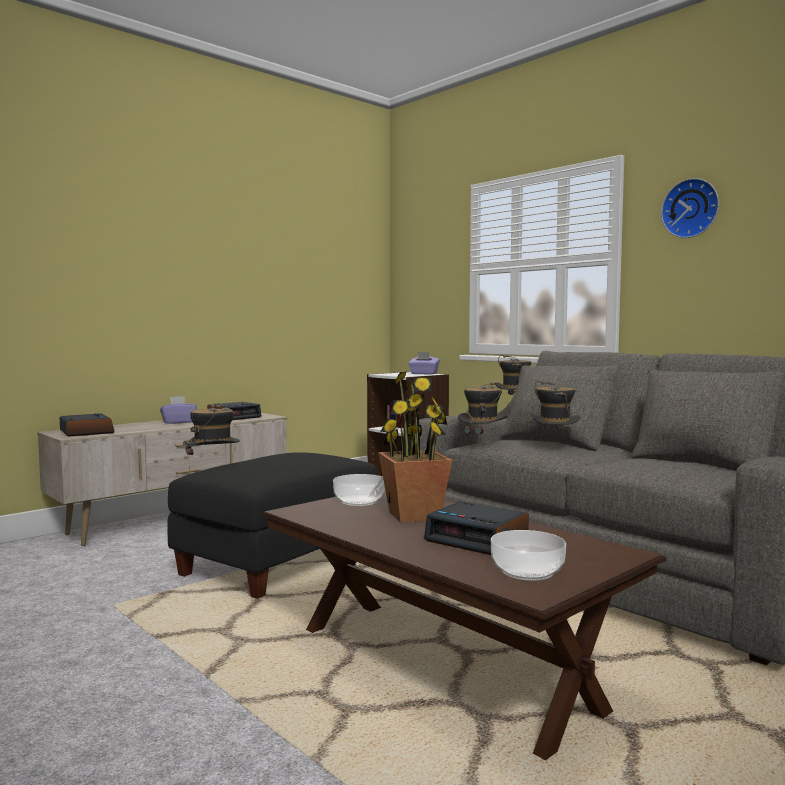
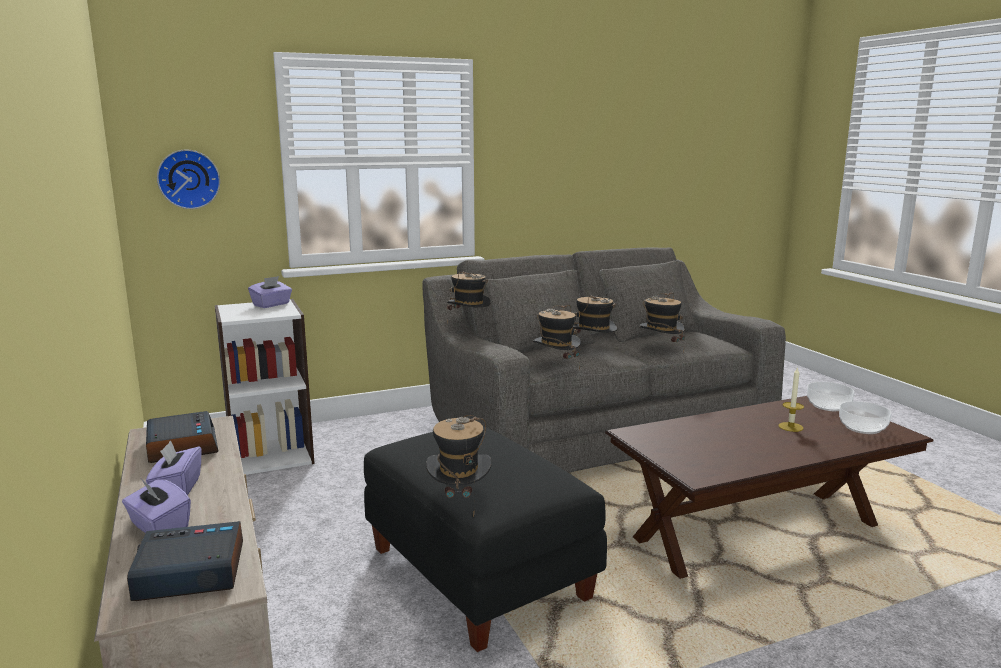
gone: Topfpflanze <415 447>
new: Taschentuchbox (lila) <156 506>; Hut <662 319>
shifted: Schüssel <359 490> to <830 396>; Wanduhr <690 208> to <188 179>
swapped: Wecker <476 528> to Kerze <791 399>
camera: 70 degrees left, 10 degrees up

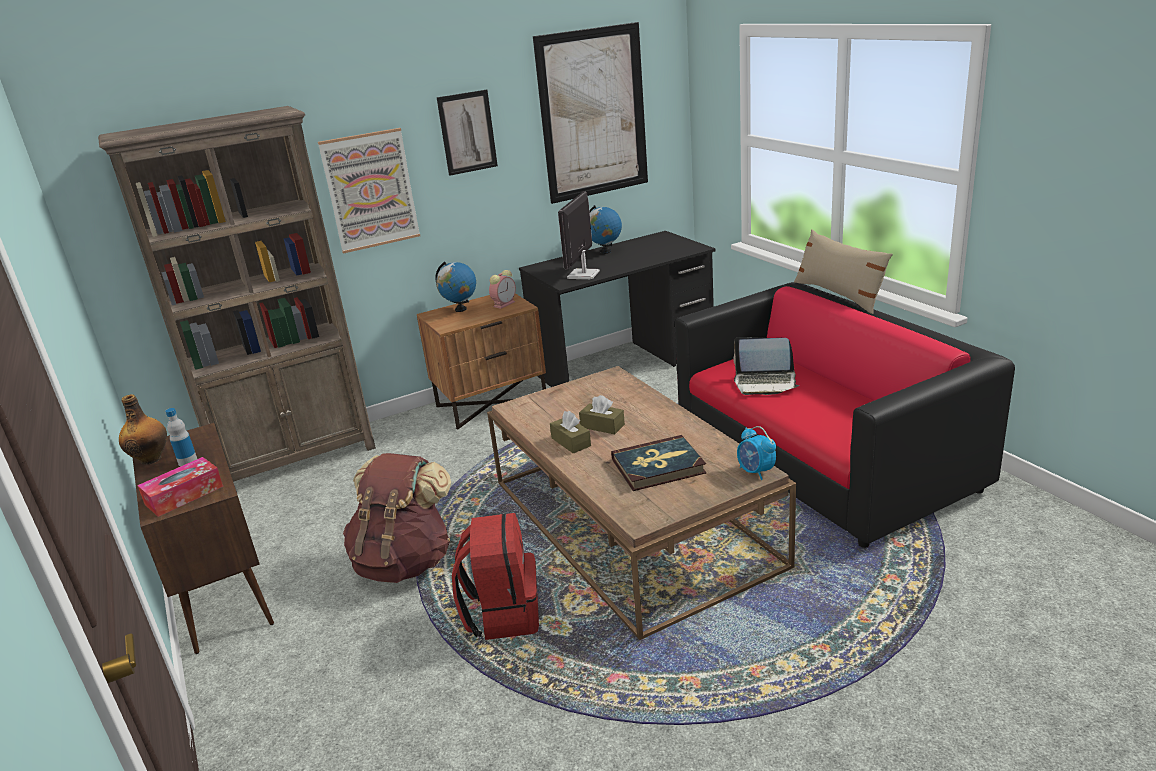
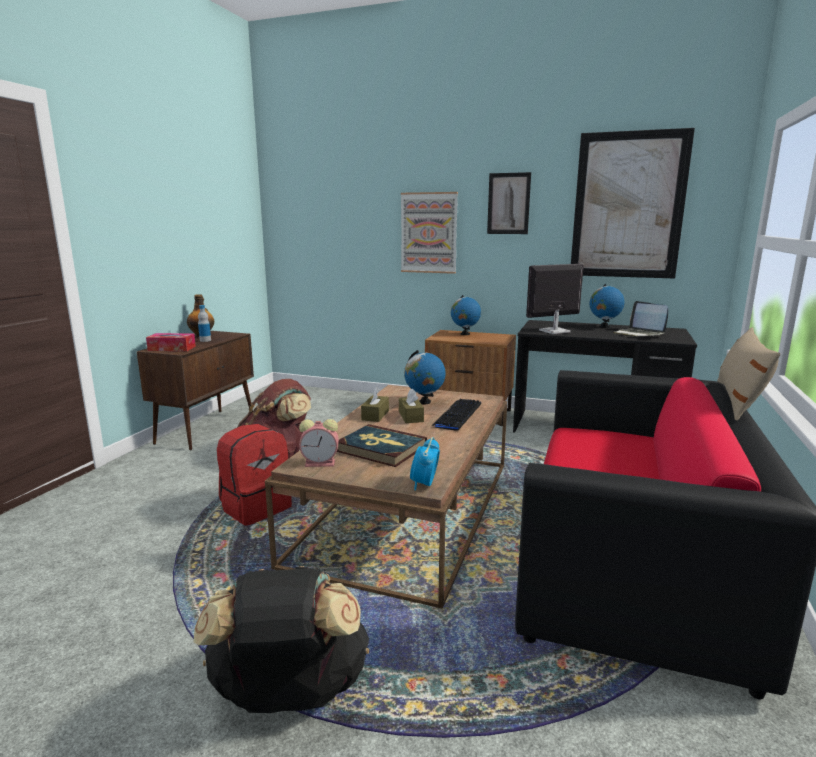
gone: Bücherregal (braun) <237 294>
new: Rucksack (schwarz) <281 639>; Globus <425 377>; Tastatur <456 415>
shifted: Wecker <502 289> to <319 443>; Laptop <766 366> to <640 319>
camera: 45 degrees right, 10 degrees down

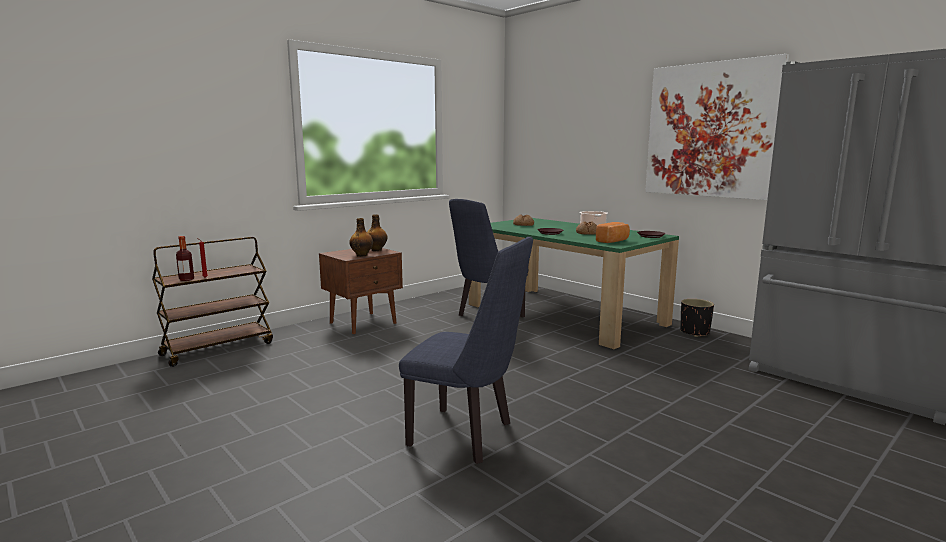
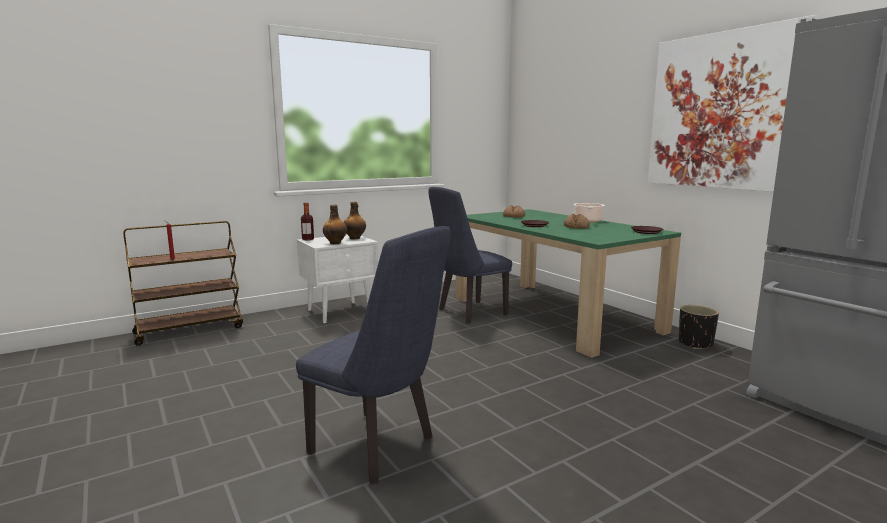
gone: Brot <613 232>
shifted: Flasche <185 258> to <307 222>
repainted: Nachttisch (braun) <361 291> to Nachttisch (weiß) <337 279>
camera: 10 degrees right, 0 degrees up

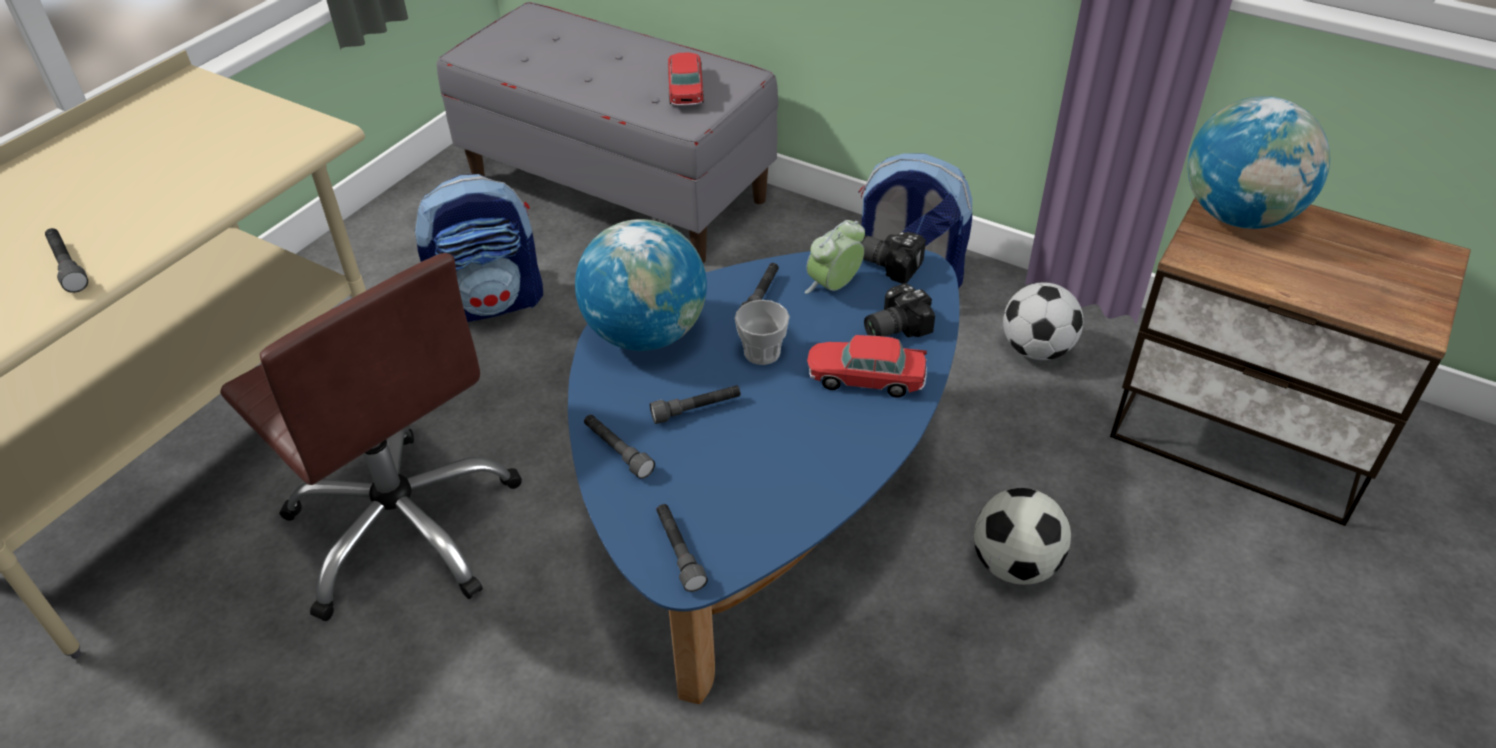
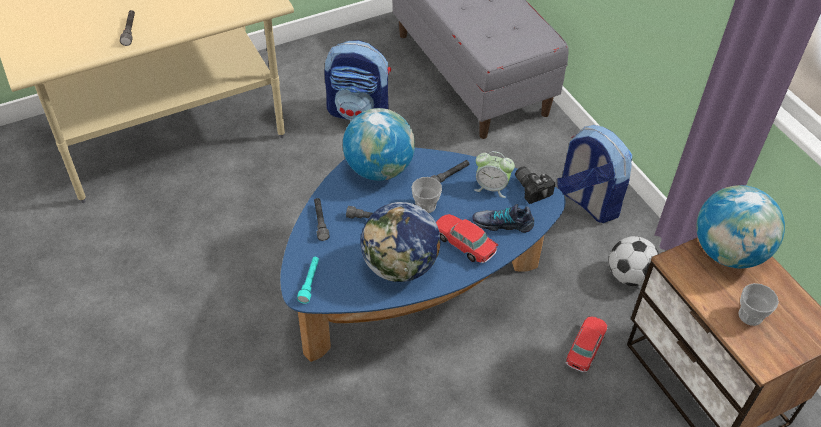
gone: Bürostuhl (braun) <371 437>; Fußball <1022 536>
new: Globus <400 242>; Tasse <759 304>
shifted: Spielzeugauto <686 78> to <586 344>
swapped: Kamera <899 310> to Schuh <503 218>
repainted: Taschenlampe (grau) <682 548> to Taschenlampe (türkis) <308 280>
rotated: Wecker <835 257> = <494 174> 150 degrees counterclockwise
camera: 30 degrees right, 5 degrees up

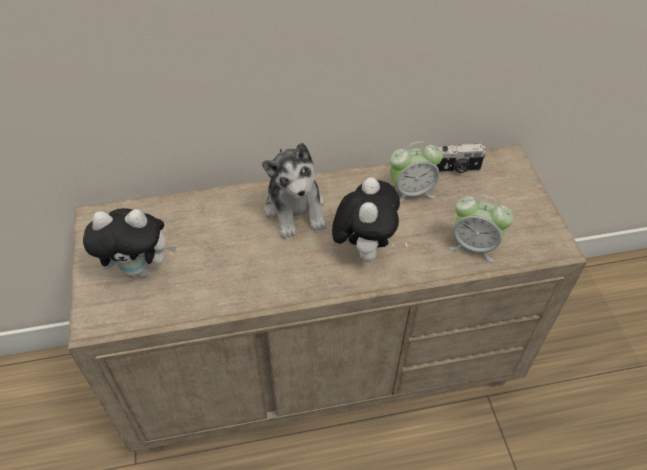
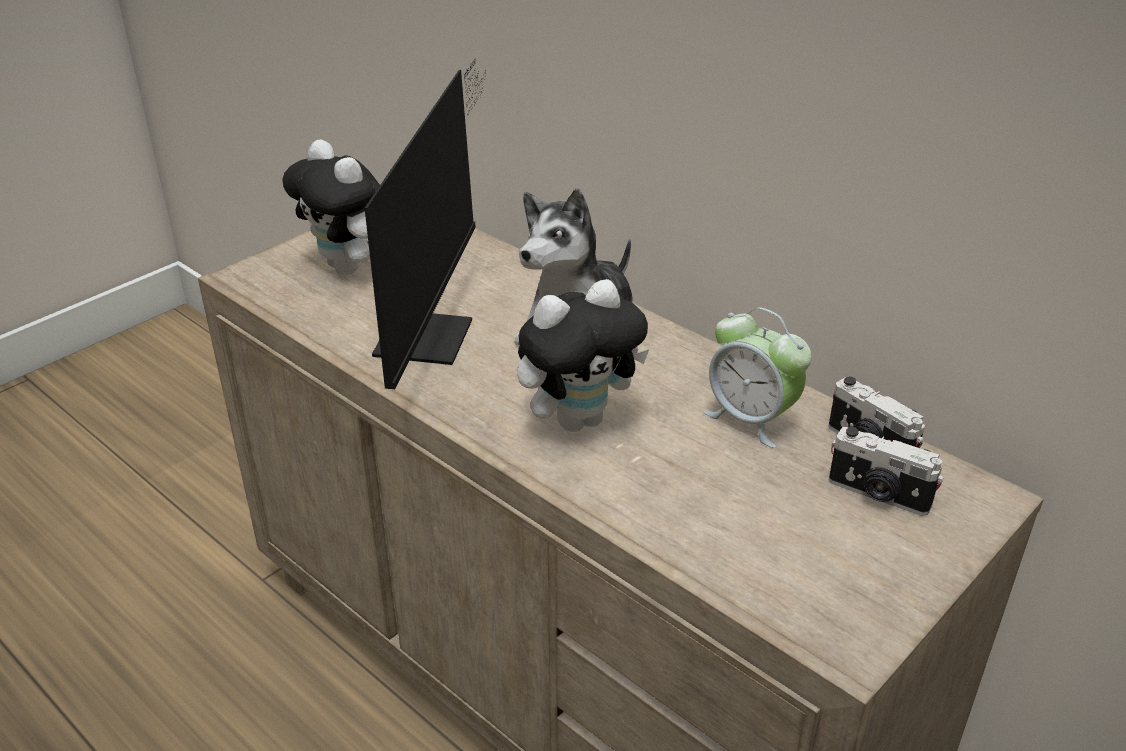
gone: Wecker <480 228>
new: Monitor <425 224>; Kamera <886 471>
camera: 55 degrees right, 15 degrees down

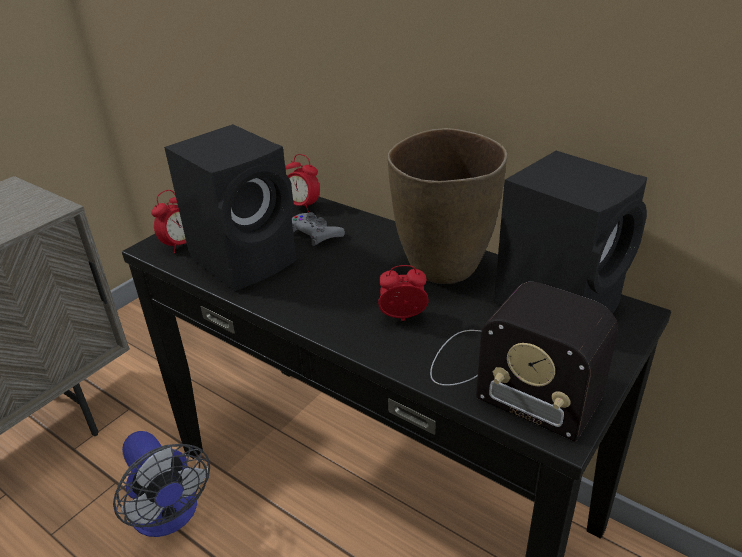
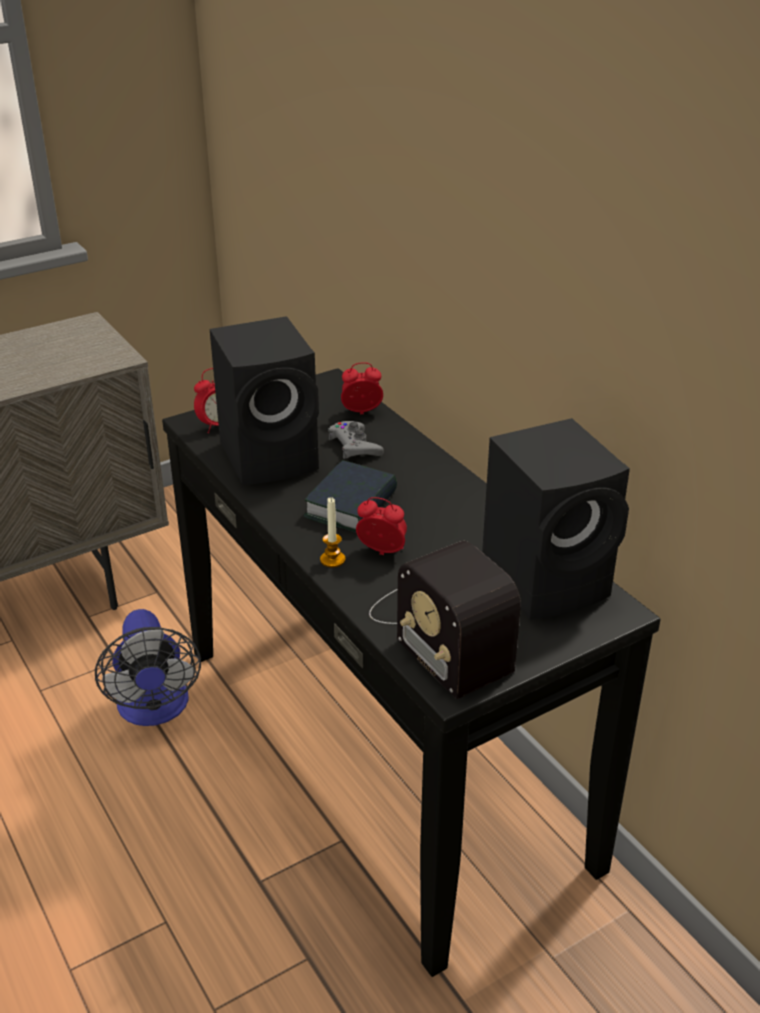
gone: Vase (braun) <447 206>
new: Buch <350 496>; Kerze <333 532>
rotated: Wecker <303 183> = <362 388> 120 degrees clockwise
camera: 20 degrees right, 0 degrees up

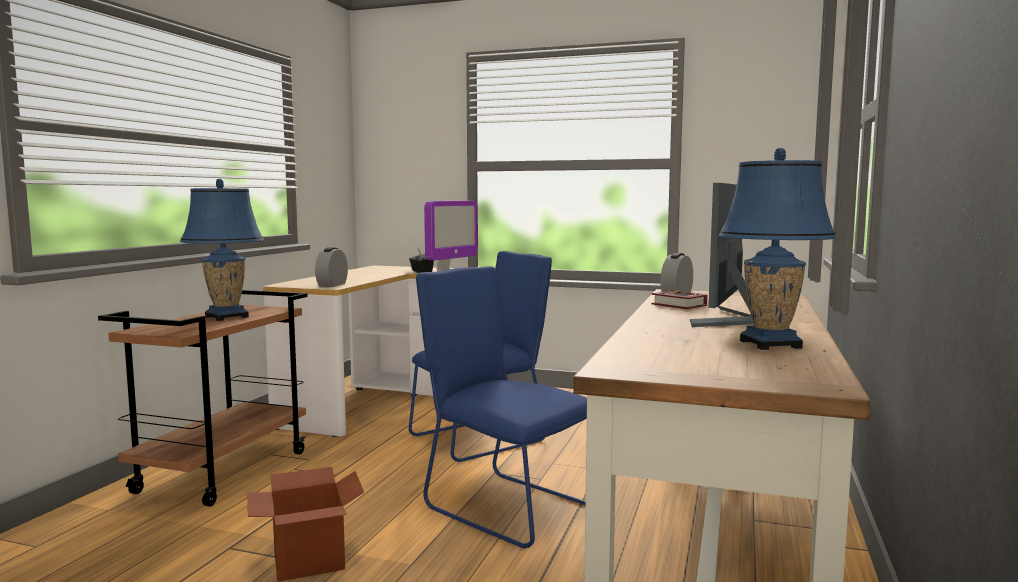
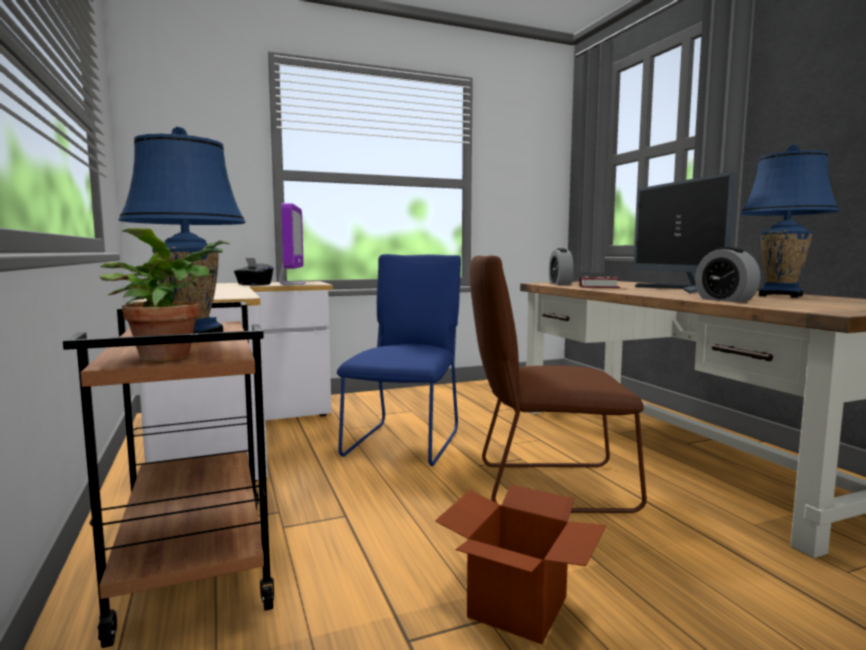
new: Topfpflanze <164 295>
shifted: Wecker <331 267> to <727 274>
repainted: Stuhl (blau) <501 407> to Stuhl (braun) <558 384>
camera: 40 degrees left, 0 degrees up

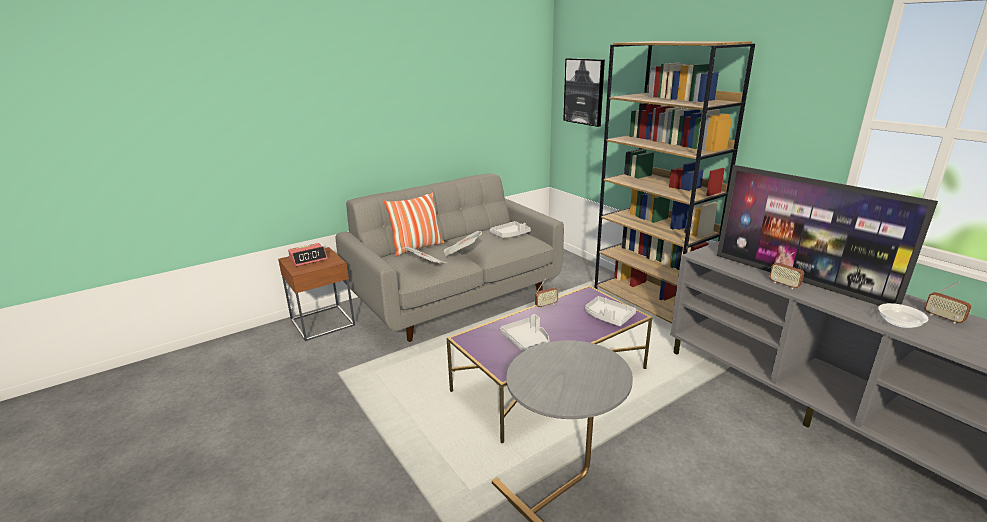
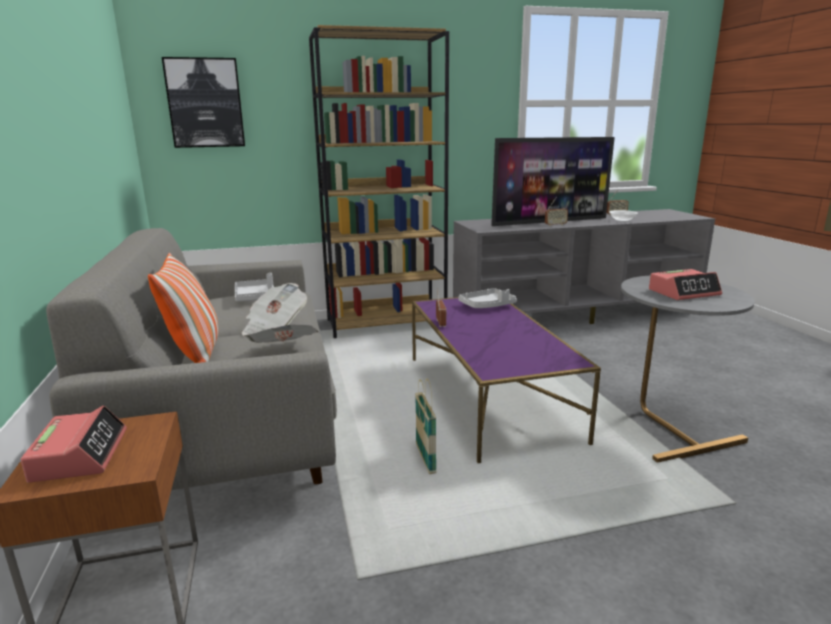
gone: Tablett (grau) <525 333>
new: Korb <425 426>; Wecker <685 284>
camera: 70 degrees left, 5 degrees down

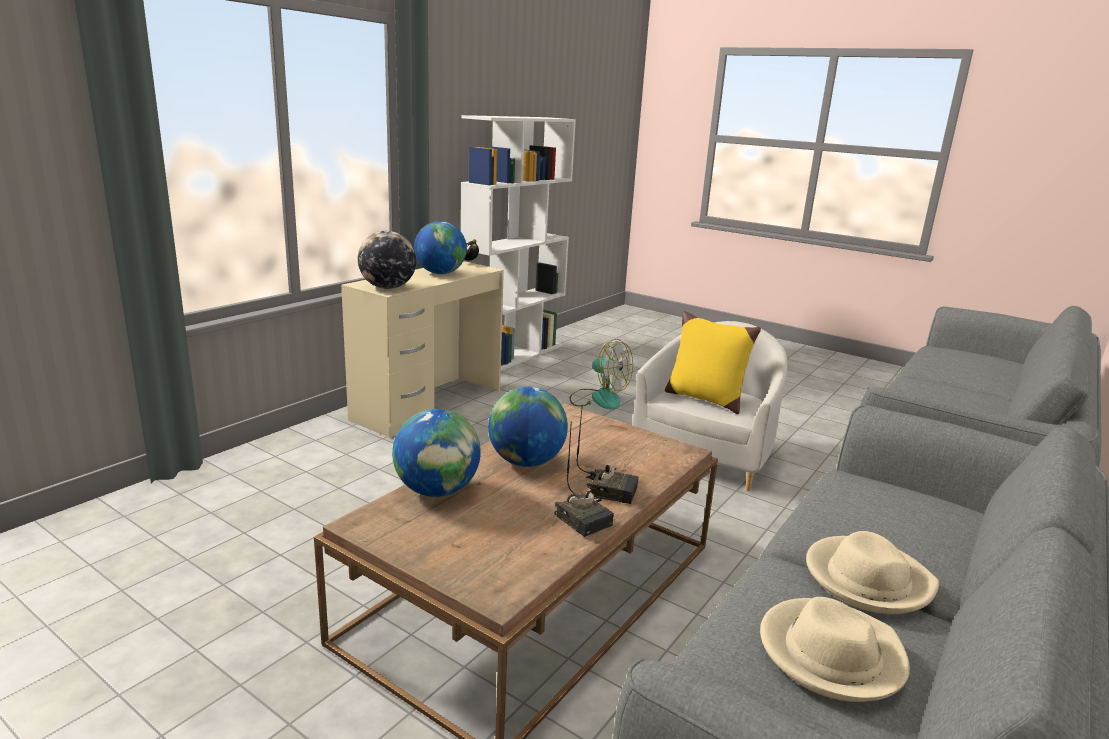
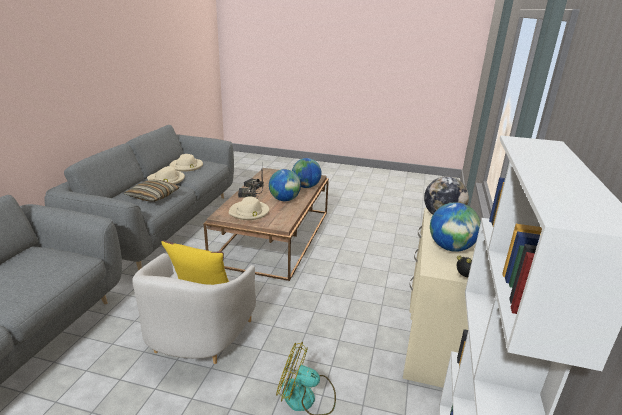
new: Kissen <152 191>; Hut (beige) <249 208>
camera: 160 degrees right, 5 degrees up

